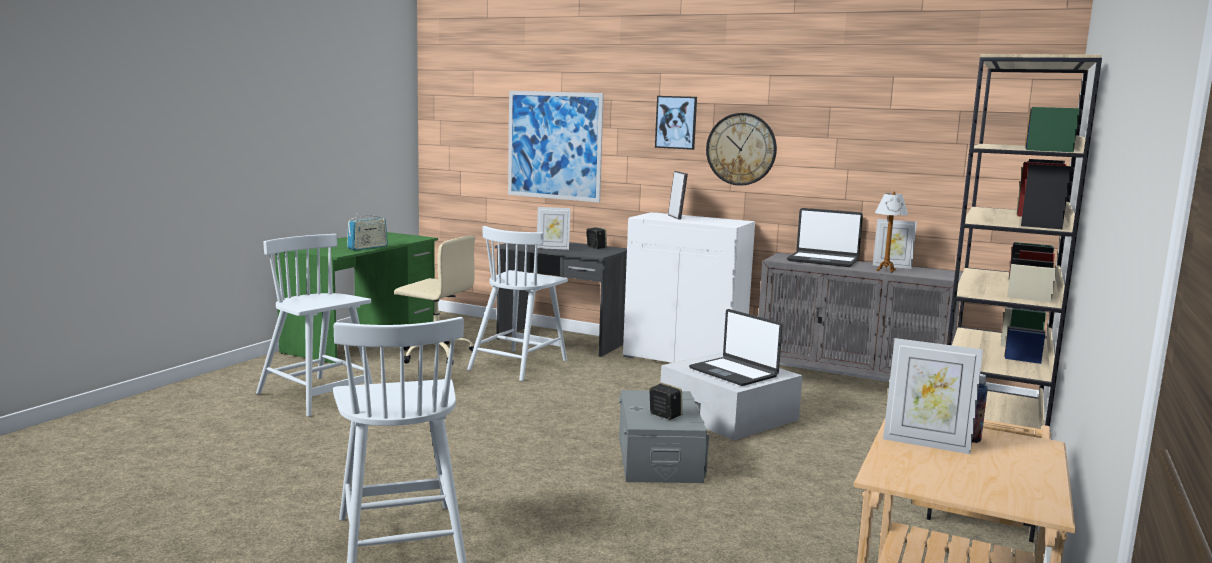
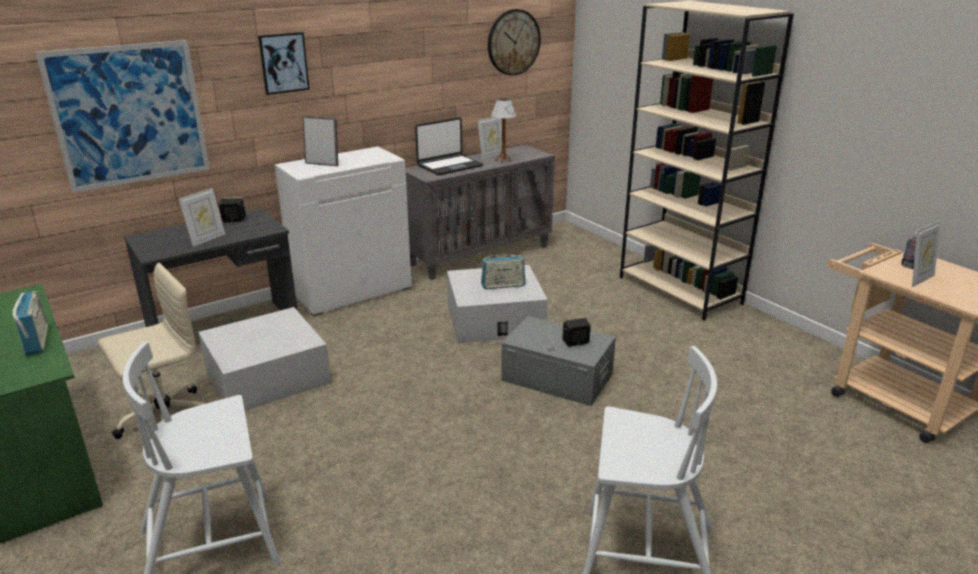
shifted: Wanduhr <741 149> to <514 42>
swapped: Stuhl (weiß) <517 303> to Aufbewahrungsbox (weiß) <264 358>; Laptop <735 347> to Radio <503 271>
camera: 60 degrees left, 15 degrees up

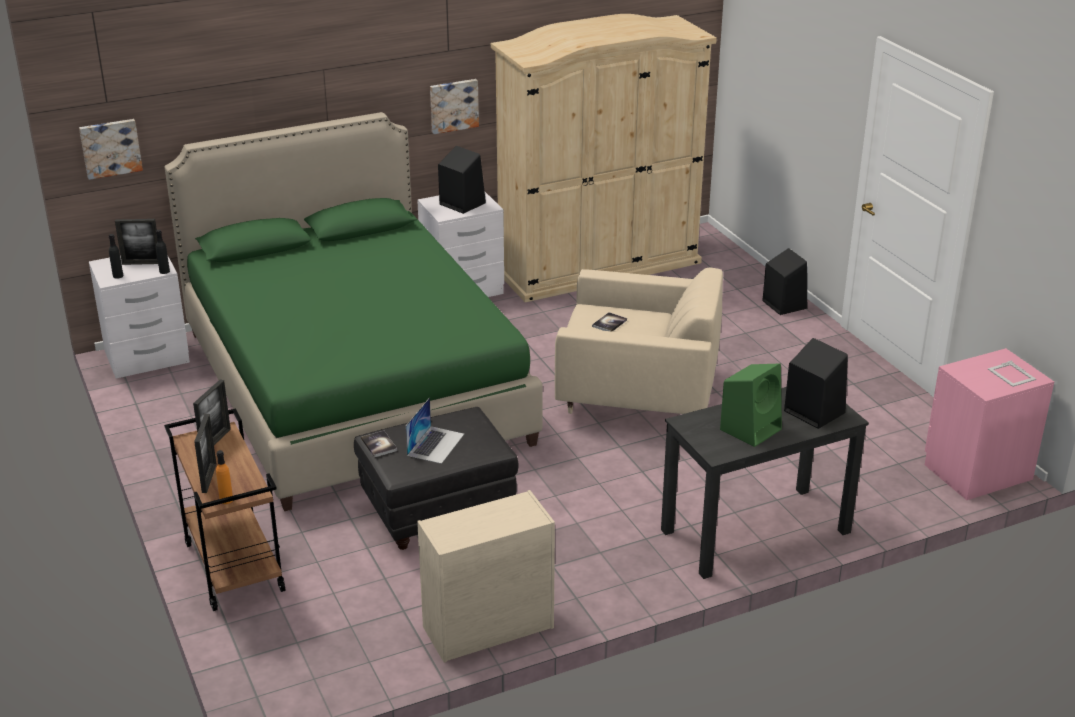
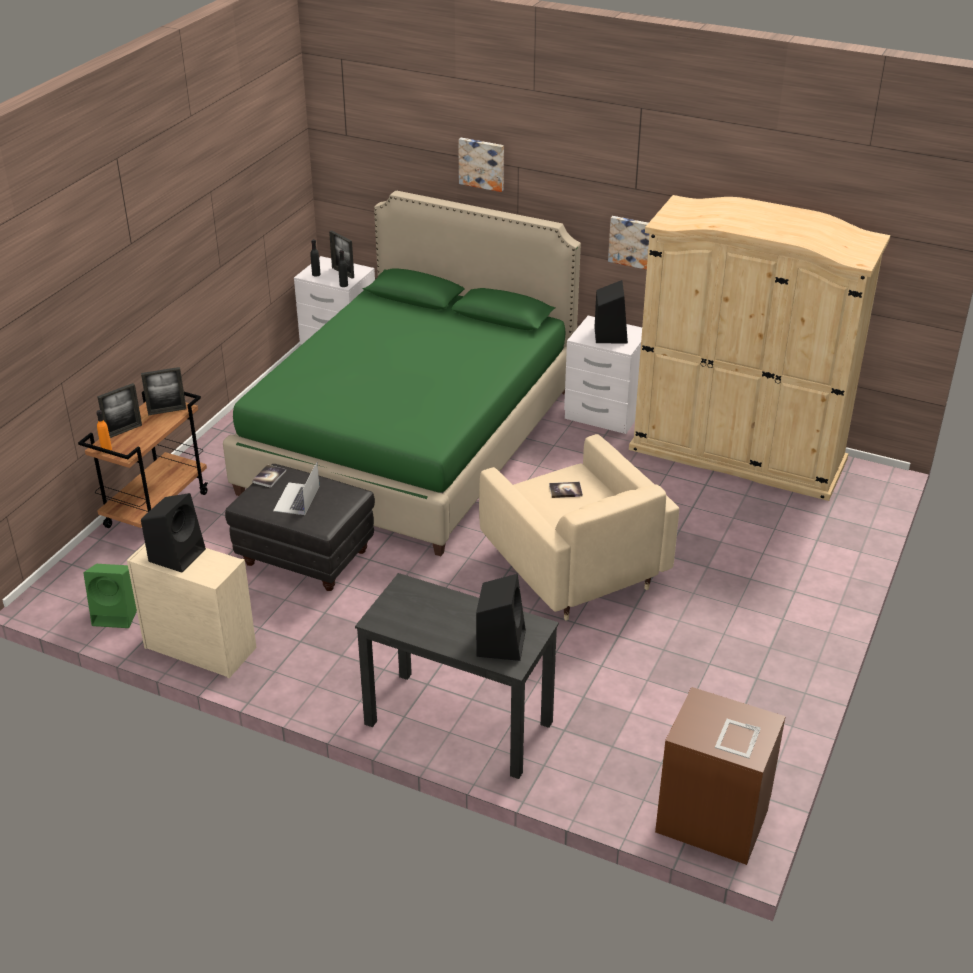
shifted: Bild <111 149> to <481 165>; Lautsprecher (grün) <751 405> to <110 596>; Lautsprecher (schwarz) <784 281> to <173 533>
repainted: Nachttisch (rosa) <989 424> to Nachttisch (braun) <720 776>
rotated: Laptop <434 430> = <296 488> 120 degrees clockwise
camera: 50 degrees right, 5 degrees up

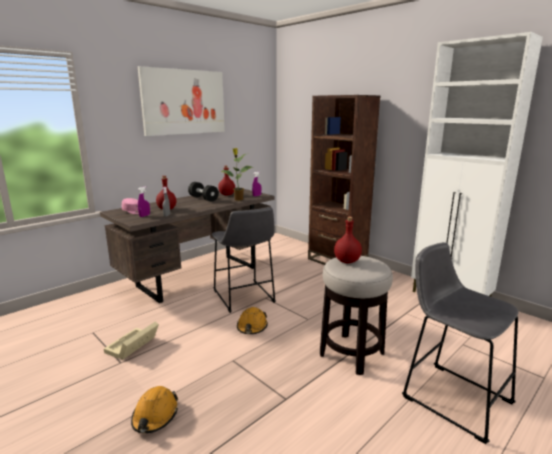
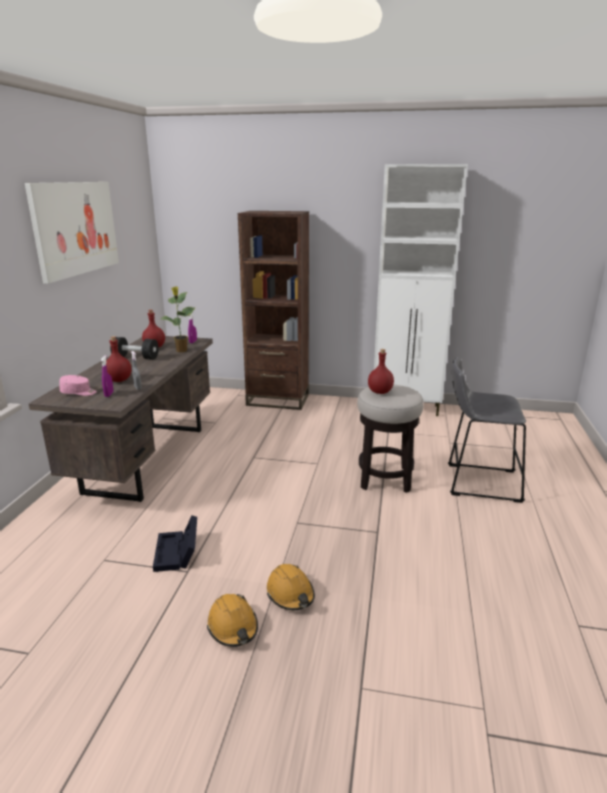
gone: Hocker (grau) <244 260>
shifted: Schutzhelm (orange) <252 320> to <232 620>
repainted: Aufbewahrungsbox (beige) <131 341> to Aufbewahrungsbox (schwarz) <175 543>
camera: 35 degrees left, 5 degrees up

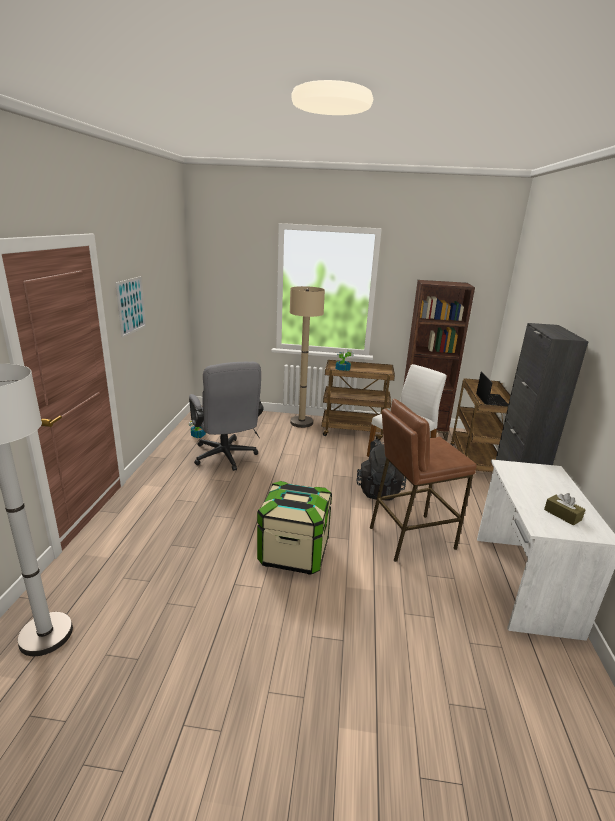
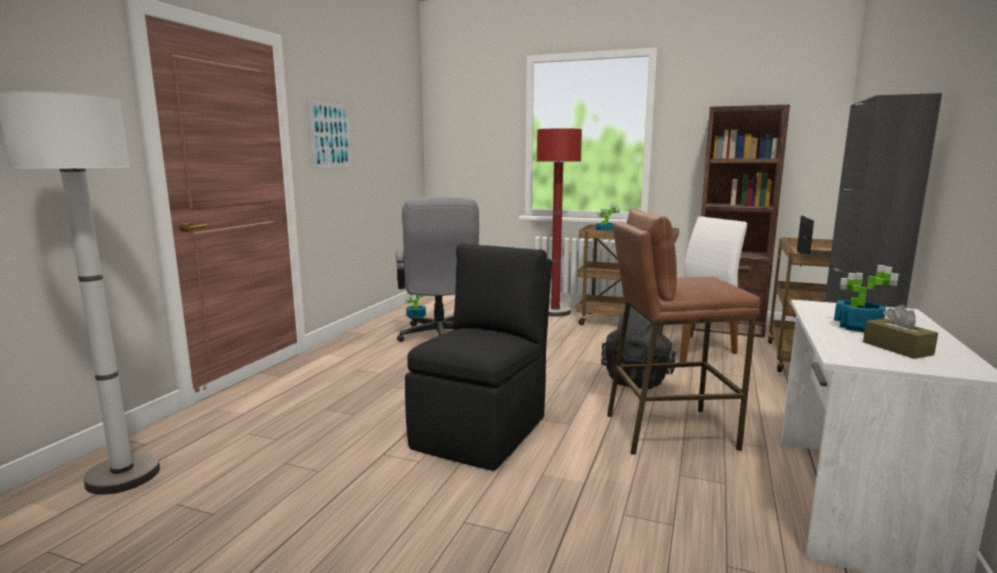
new: Topfpflanze <866 298>
swapped: Aufbewahrungsbox <294 528> to Stuhl (schwarz) <478 357>
repainted: Stehlampe (beige) <307 357> to Stehlampe (rot) <559 222>
camera: 15 degrees right, 10 degrees down

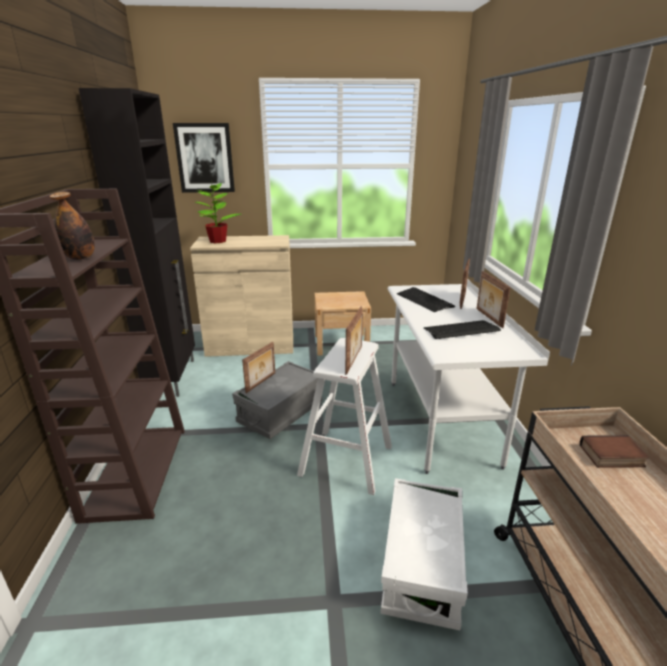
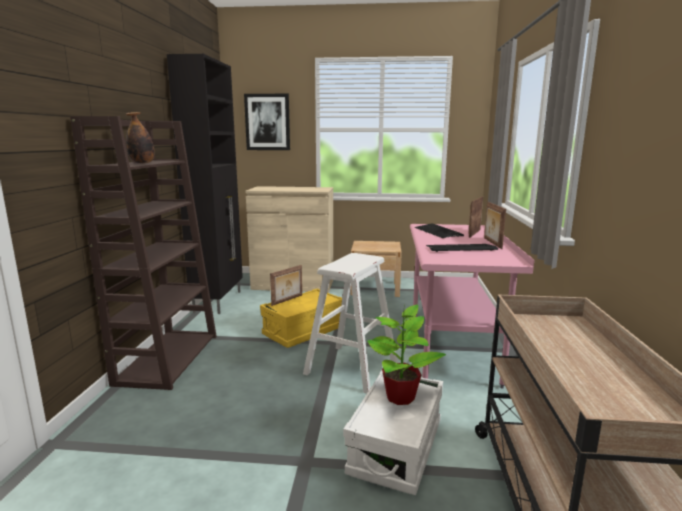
gone: Bilderrahmen <354 341>; Buch <614 451>
shifted: Topfpflanze <218 212> to <406 354>
repainted: Aufbewahrungsbox (grau) <277 400> to Aufbewahrungsbox (gelb) <301 318>; Schreibtisch (weiß) <469 376> to Schreibtisch (rosa) <472 306>
camera: 10 degrees right, 10 degrees down

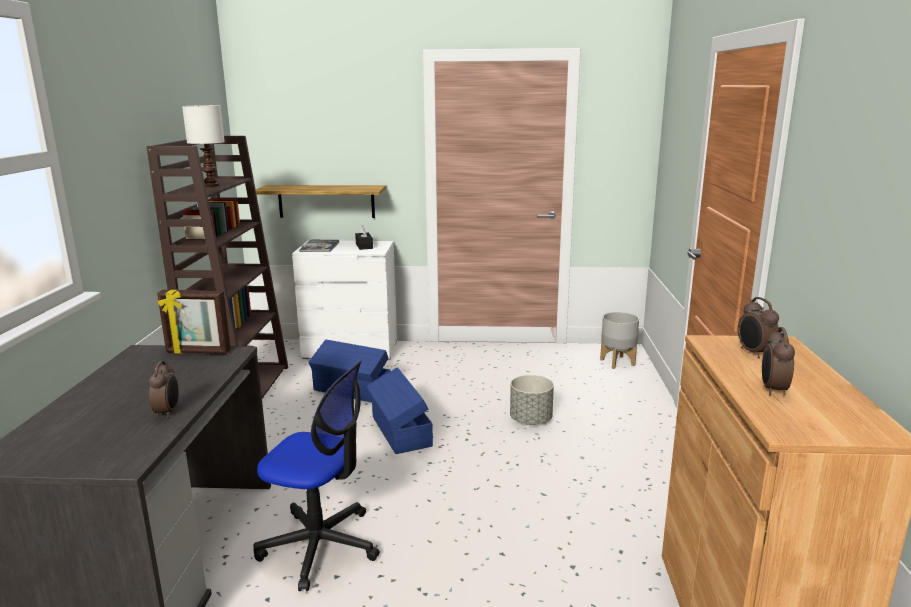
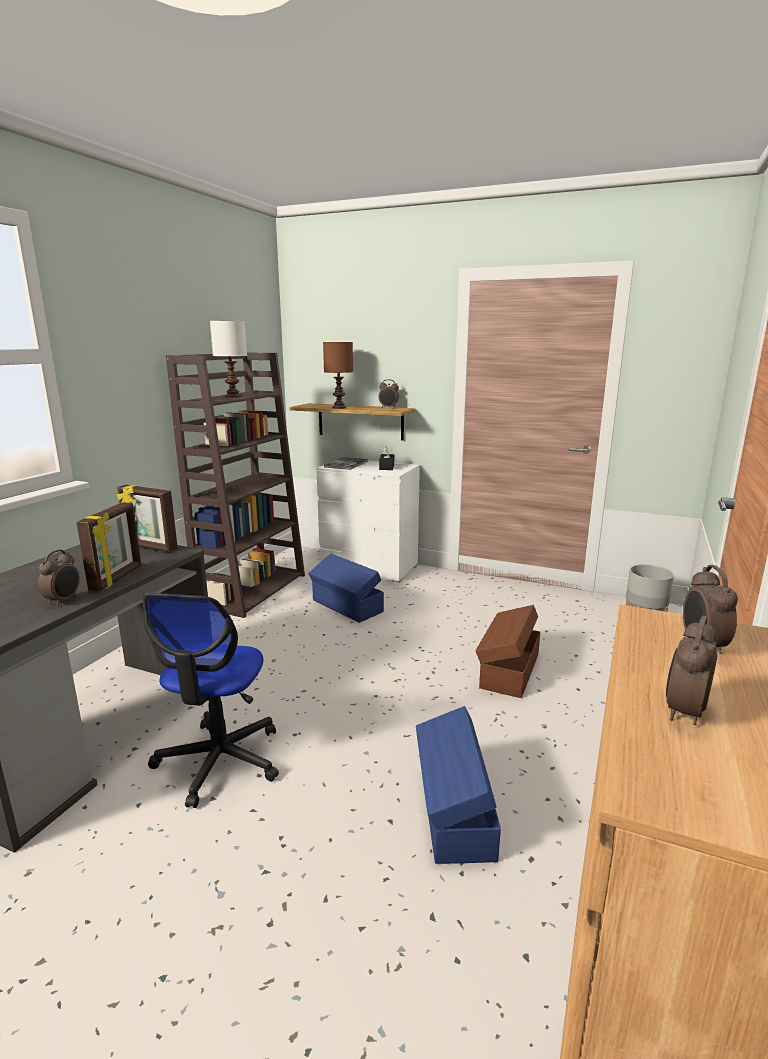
new: Bilderrahmen <108 547>; Tischlampe (braun) <338 375>; Wecker <388 394>
shifted: Aufbewahrungsbox (blau) <399 410> to <458 785>
swapped: Pflanzkübel (grau) <532 400> to Aufbewahrungsbox (braun) <508 651>
rotated: Bürostuhl <316 476> = <210 700> 60 degrees clockwise
camera: 20 degrees right, 0 degrees up

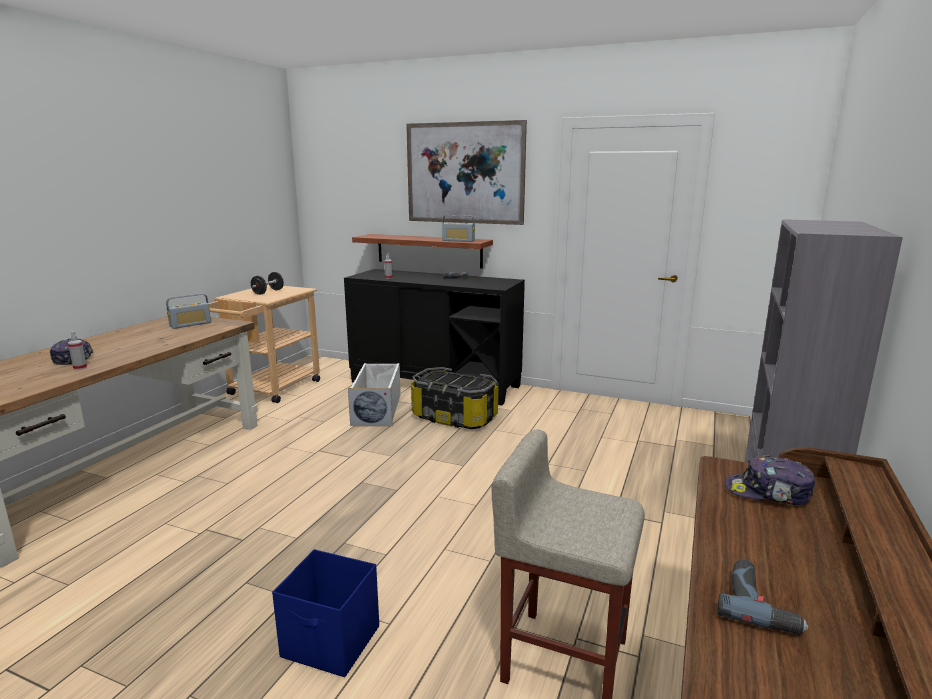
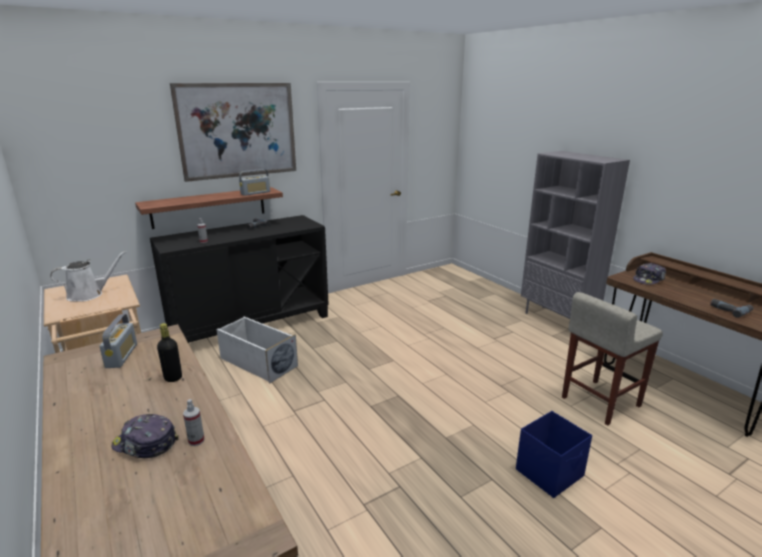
gone: Aufbewahrungsbox <454 398>
new: Flasche (schwarz) <169 352>
swapped: Hantel (schwarz) <267 283> to Gießkanne (weiß) <88 276>
camera: 55 degrees left, 5 degrees up

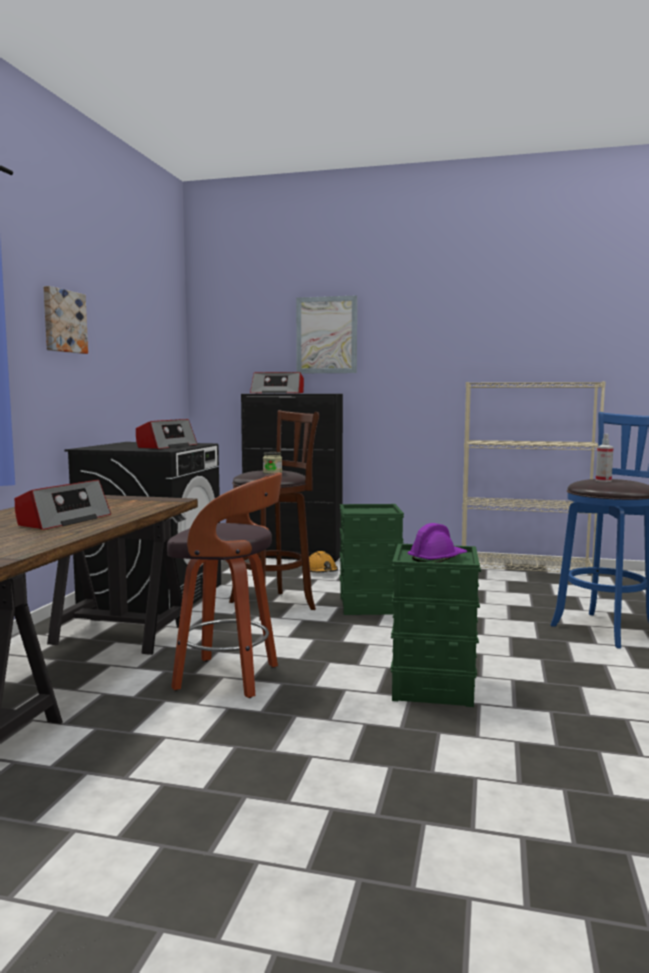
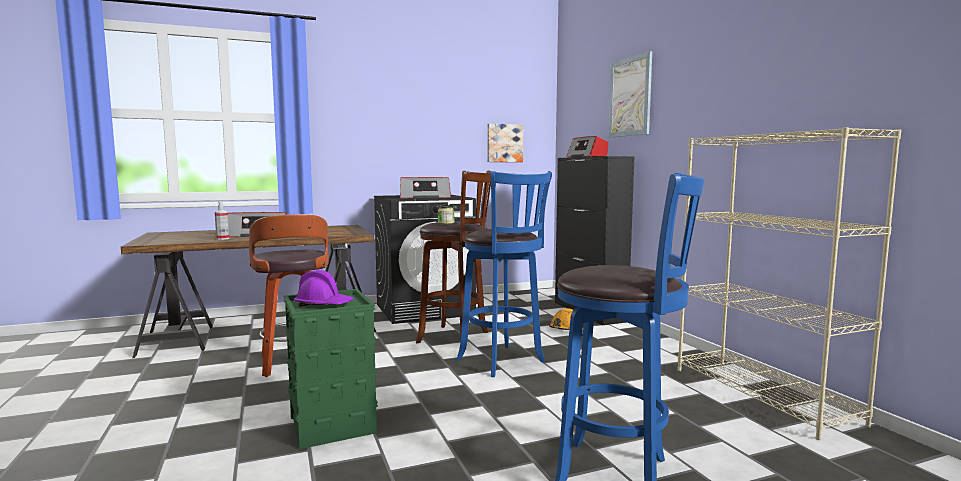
shifted: Bild <65 320> to <505 142>; Sprühflasche <604 458> to <222 220>
swapped: Aufbewahrungsbox (grün) <372 559> to Hocker (blau) <504 274>
camera: 55 degrees right, 0 degrees up

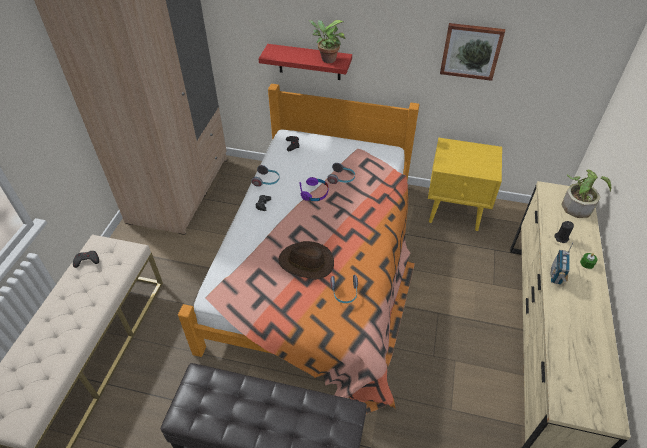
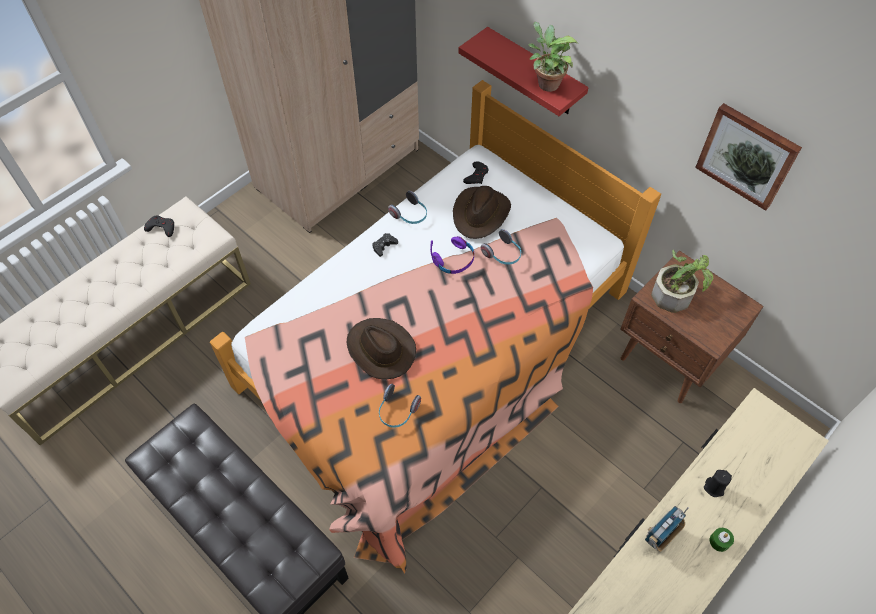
new: Hut (braun) <482 212>
shifted: Topfpflanze <586 194> to <682 281>
repainted: Nachttisch (gelb) <465 184> to Nachttisch (braun) <692 326>
camera: 30 degrees right, 10 degrees up

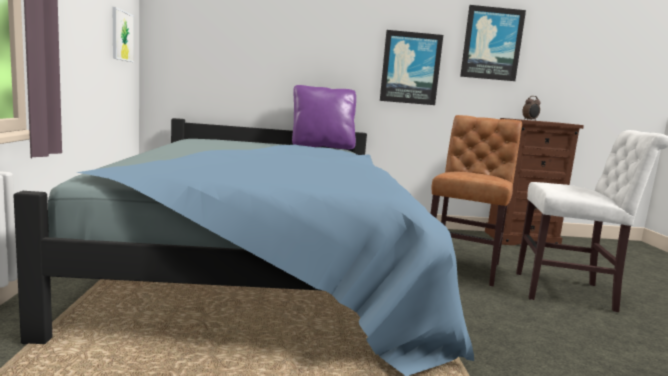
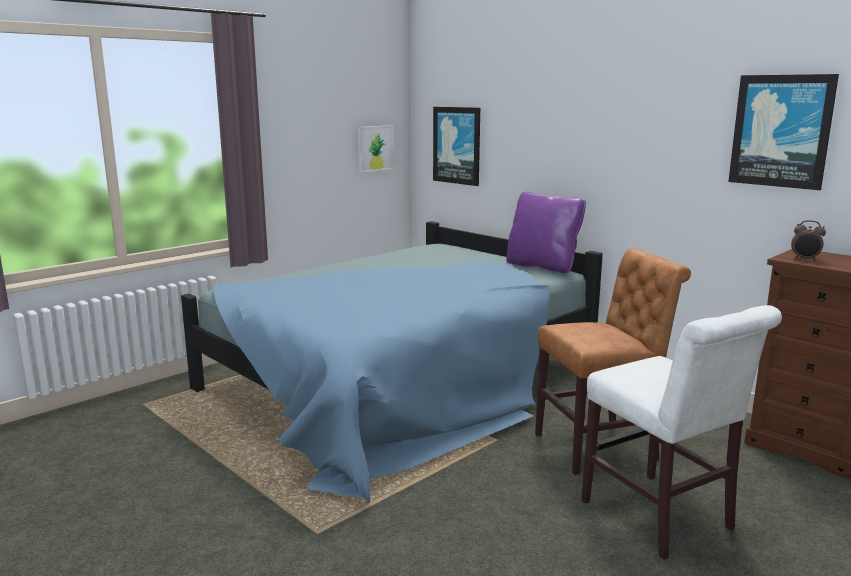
shifted: Bild <411 67> to <456 146>
camera: 50 degrees right, 5 degrees up

